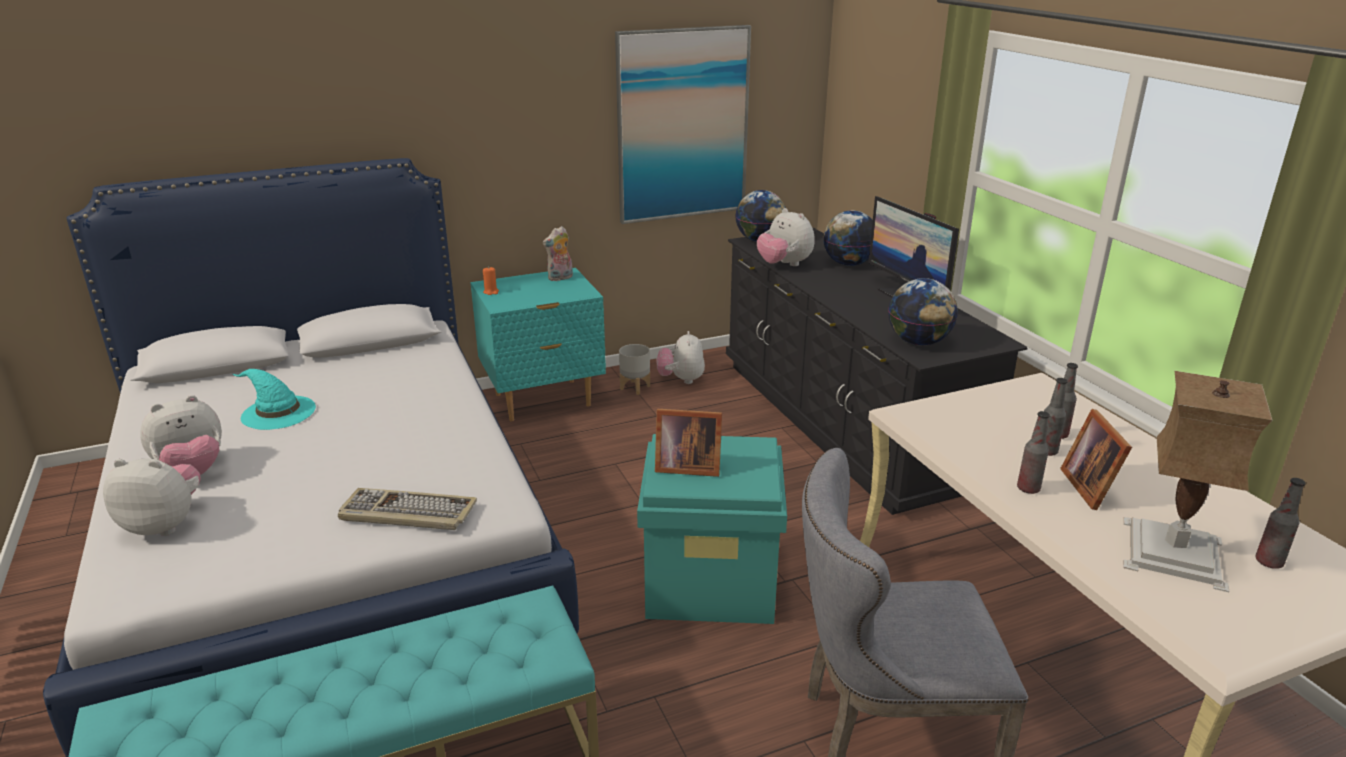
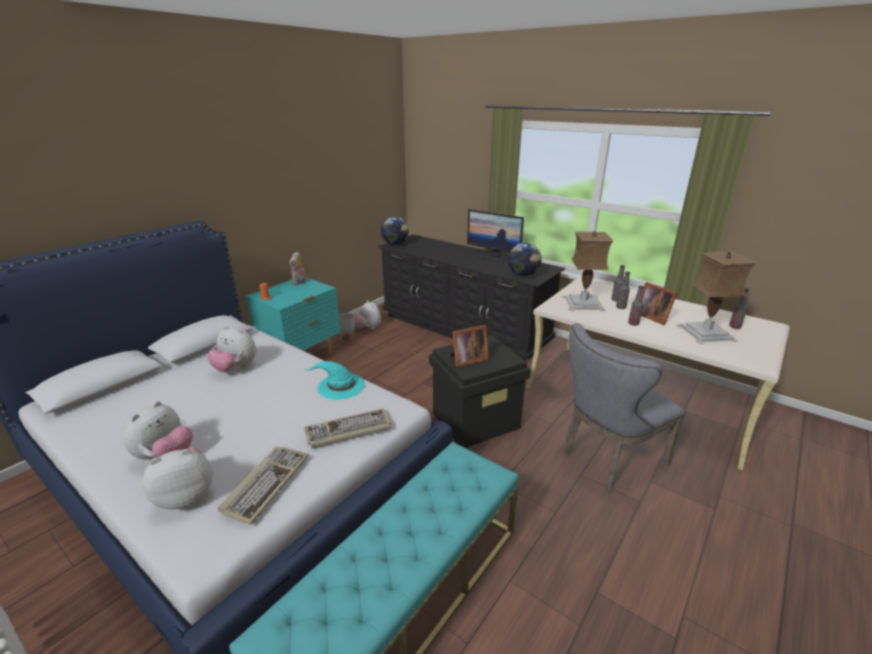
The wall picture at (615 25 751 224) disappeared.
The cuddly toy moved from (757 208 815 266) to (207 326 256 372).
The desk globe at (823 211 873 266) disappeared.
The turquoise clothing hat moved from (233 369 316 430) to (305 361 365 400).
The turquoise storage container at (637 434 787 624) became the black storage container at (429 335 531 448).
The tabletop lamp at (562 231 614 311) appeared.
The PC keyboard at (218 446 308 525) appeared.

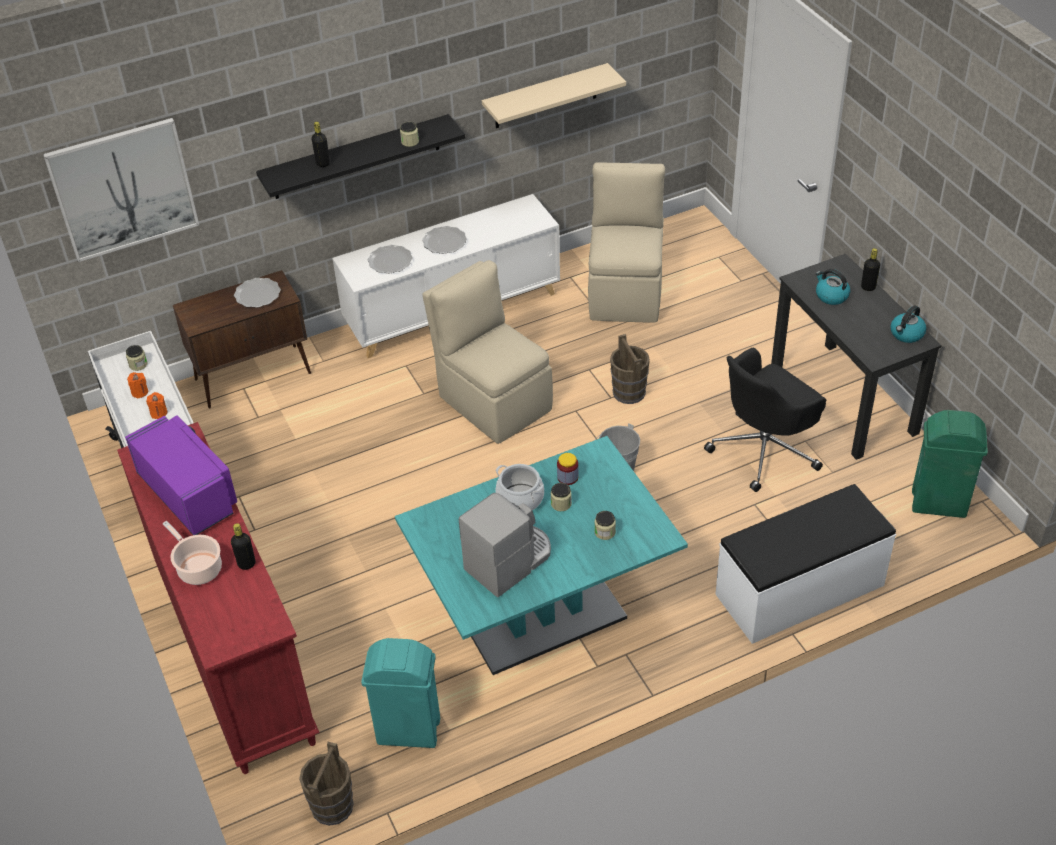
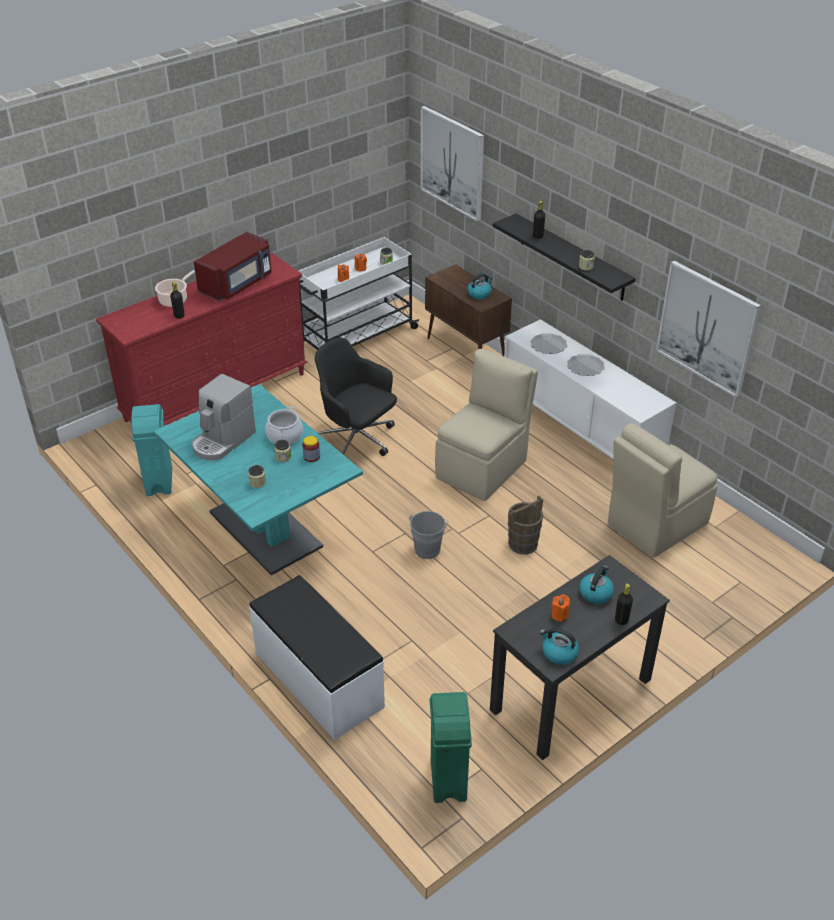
The beige-coloured shelf at (482 63 626 128) was replaced by the wall picture at (656 261 761 398).
The beige-coloured upright chair at (588 162 665 322) turned 150 degrees clockwise.
The flat dish at (234 278 281 308) was replaced by the water kettle at (467 273 493 299).
The black computer chair moved from (704 348 826 492) to (315 337 397 456).
The purple-coloured kitchen microwave at (125 415 237 535) became the reddish kitchen microwave at (194 232 272 301).
The coffee brewer at (459 493 551 597) turned 90 degrees clockwise.
The brownish water bucket at (299 742 354 826) disappeared.
The orange wax candle at (551 594 570 622) appeared.

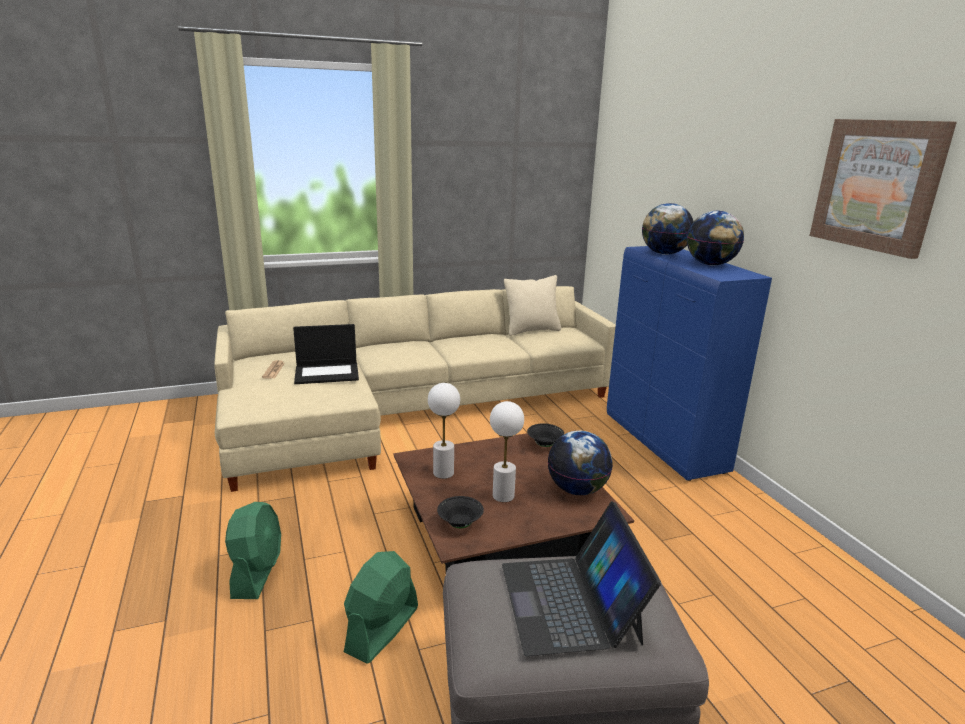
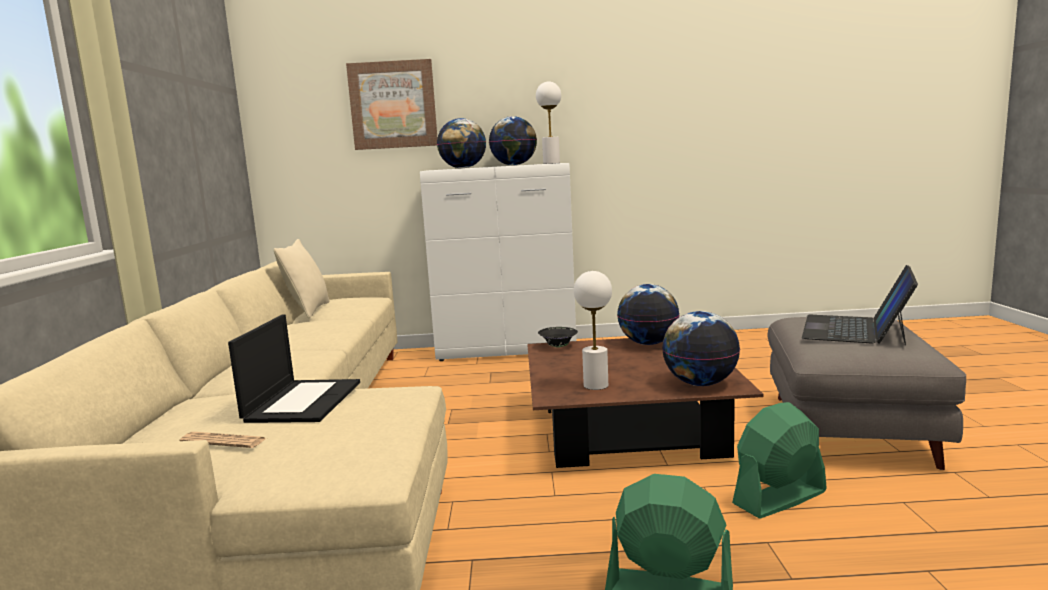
The wall picture moved from (809 119 957 259) to (346 59 437 150).
The blue cupboard at (607 246 772 481) became the white cupboard at (420 163 577 361).
The white tabletop lamp moved from (490 401 524 502) to (536 82 561 164).
The black serving bowl at (437 496 484 528) was replaced by the desk globe at (662 311 740 386).
The portable computer at (502 501 661 656) turned 105 degrees clockwise.
The green-coloured electric fan at (344 551 418 664) turned 105 degrees clockwise.

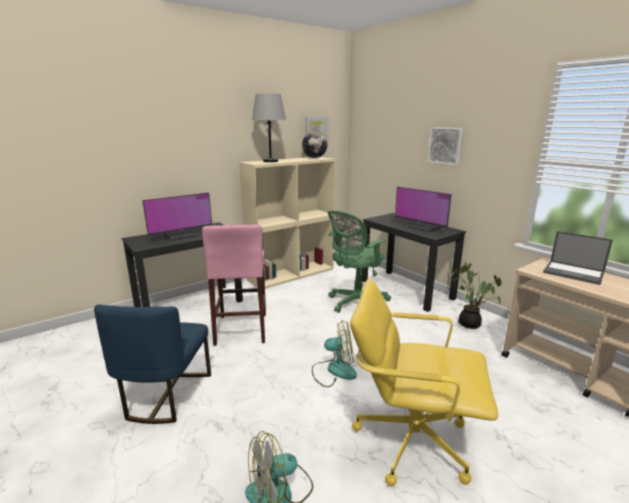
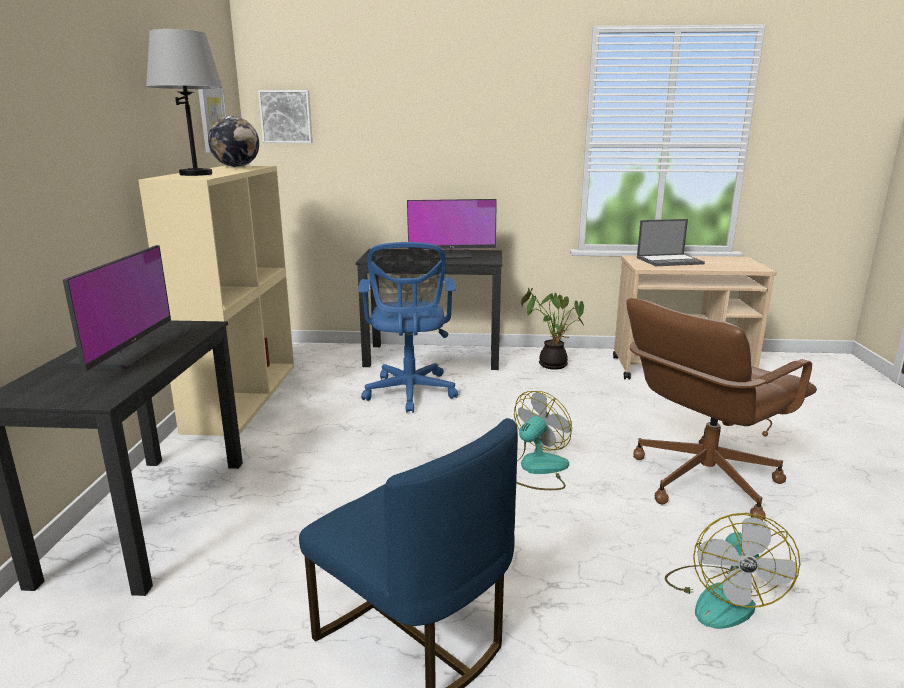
The wall picture moved from (428 127 463 165) to (258 90 313 143).
The green-coloured computer chair at (328 210 391 313) became the blue computer chair at (358 242 458 413).
The pink stool seat at (202 224 266 346) disappeared.
The yellowish computer chair at (350 279 498 486) became the brownish computer chair at (626 298 817 521).

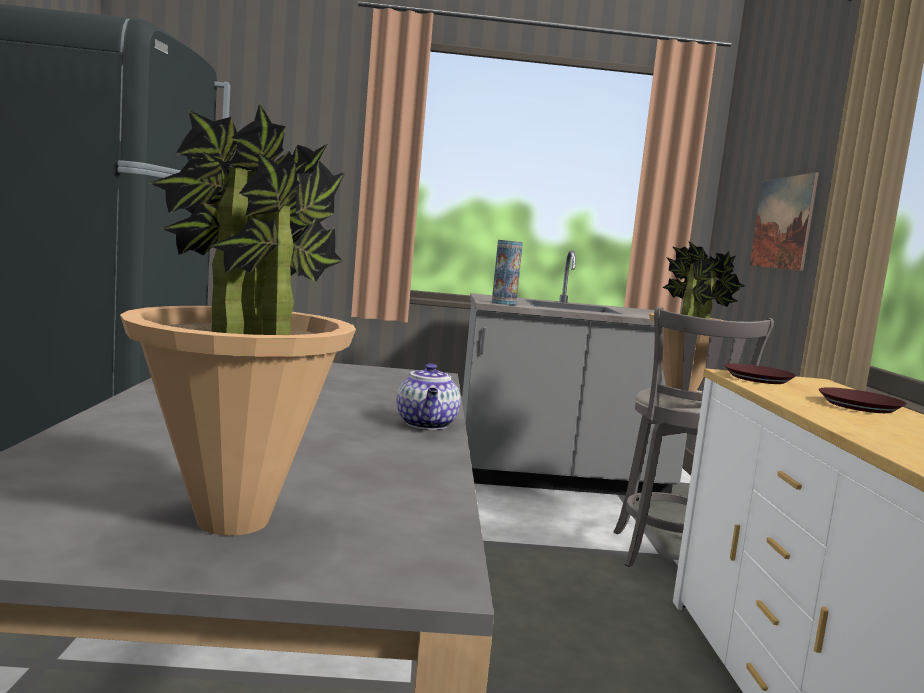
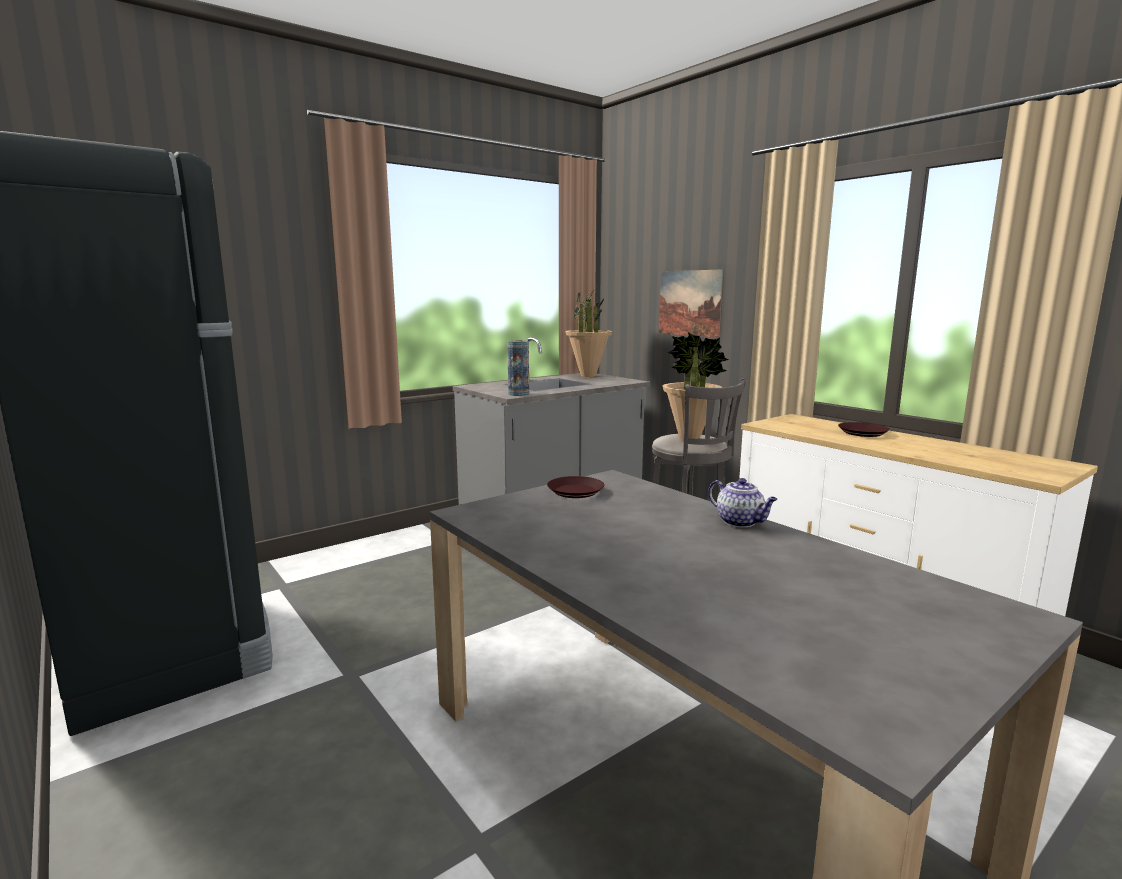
The plant in a pot moved from (120 103 356 535) to (565 289 612 377).
The brownish flat dish moved from (724 364 797 384) to (547 476 604 498).

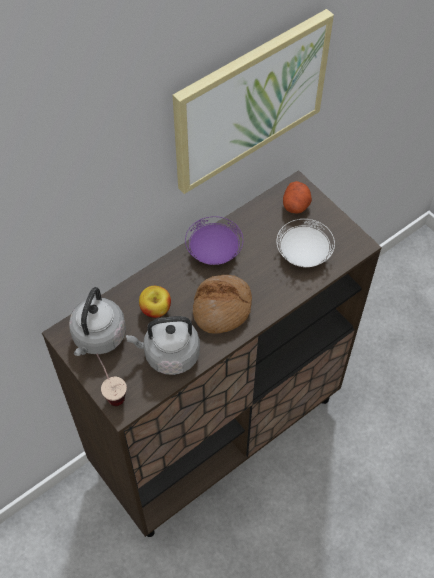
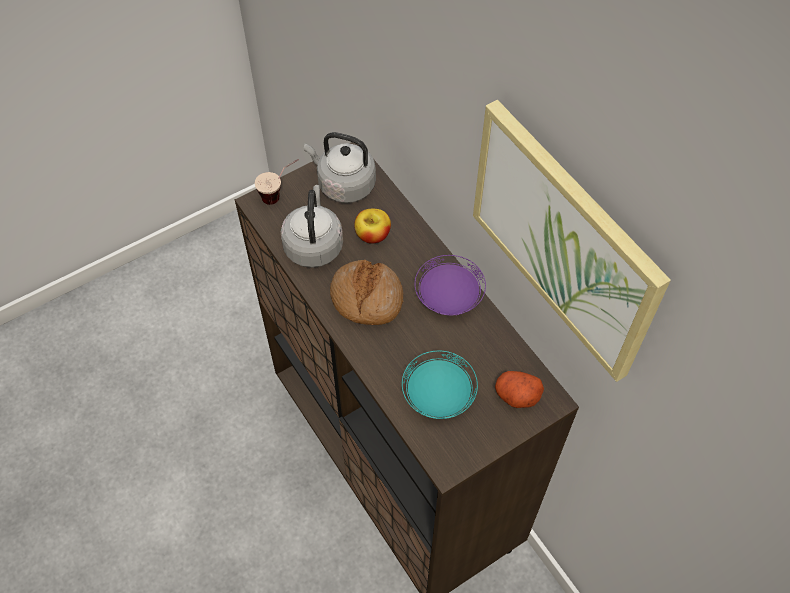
The white flat dish at (276 219 335 267) became the turquoise flat dish at (402 351 478 419).

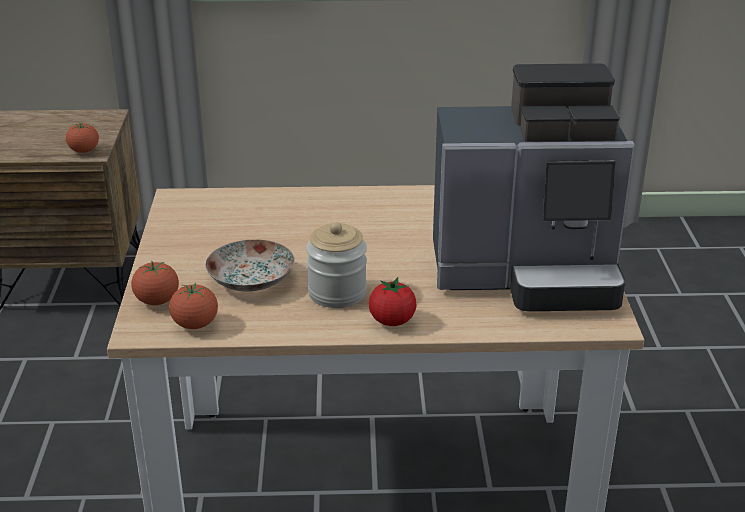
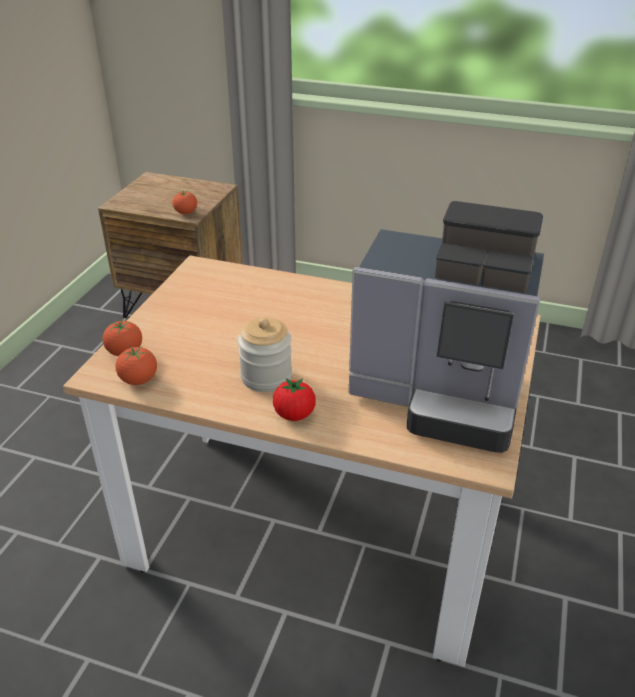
The flat dish at (205 240 295 292) disappeared.

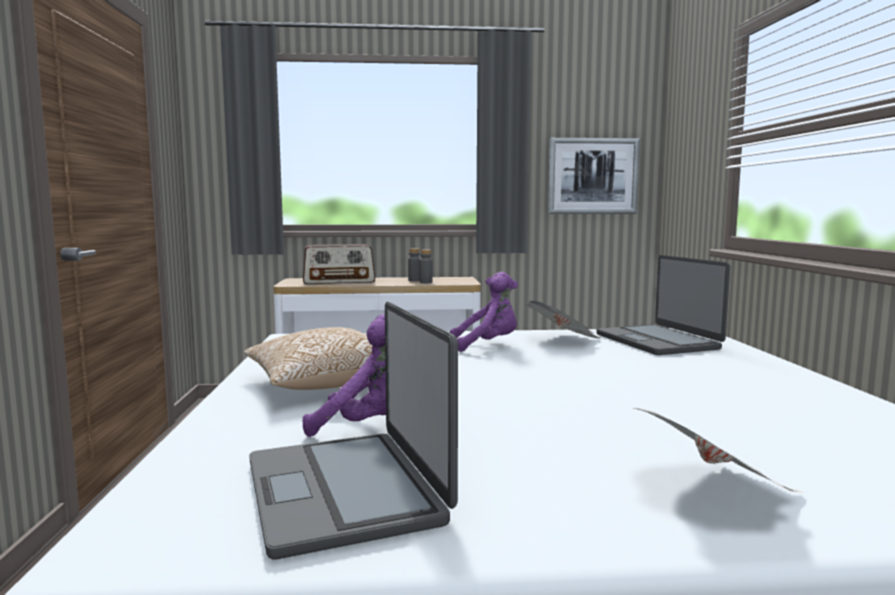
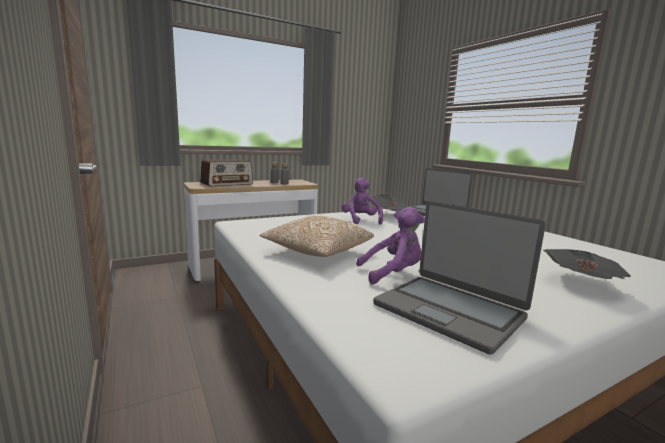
The wall picture at (548 138 640 214) disappeared.
The purple-coloured cuddly toy at (450 272 518 352) turned 75 degrees counterclockwise.

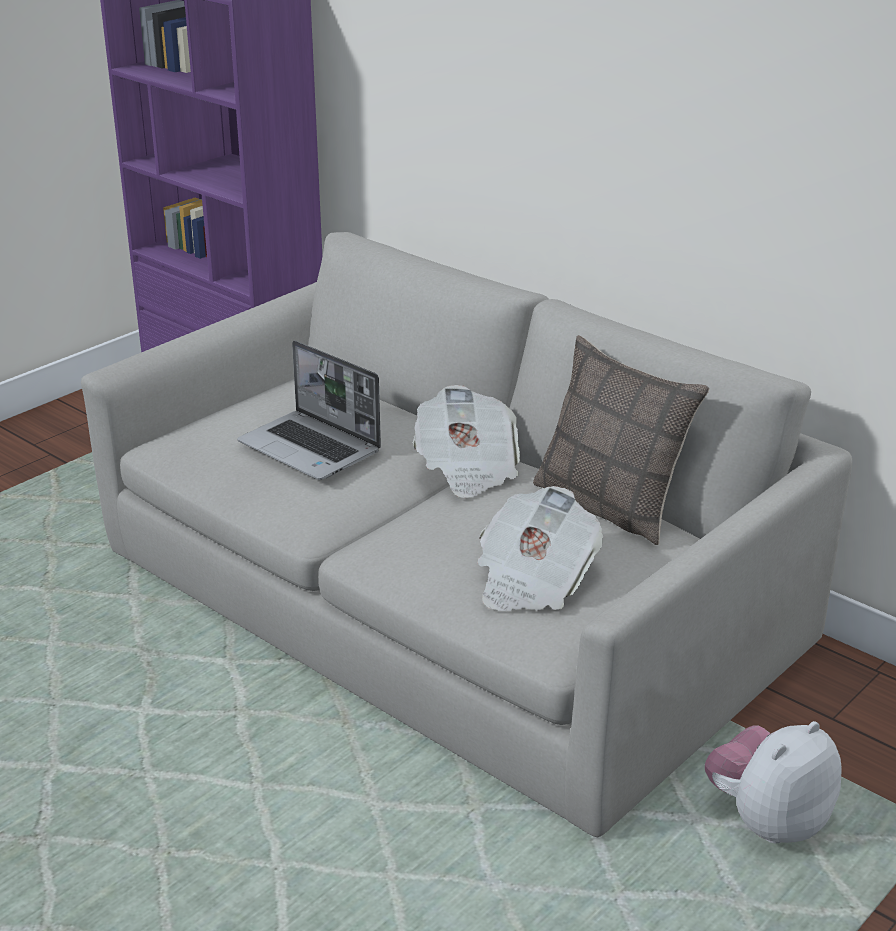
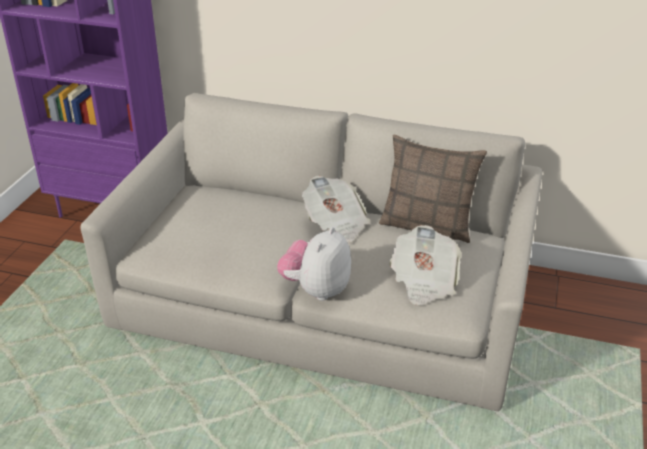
The portable computer at (237 341 381 480) disappeared.
The cuddly toy moved from (705 721 842 843) to (277 227 351 301).

